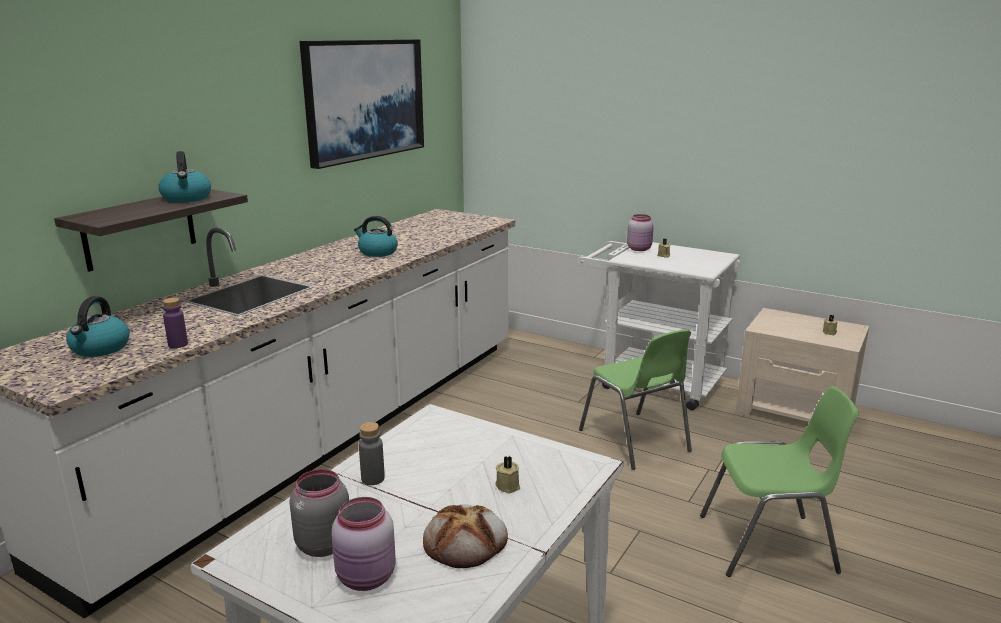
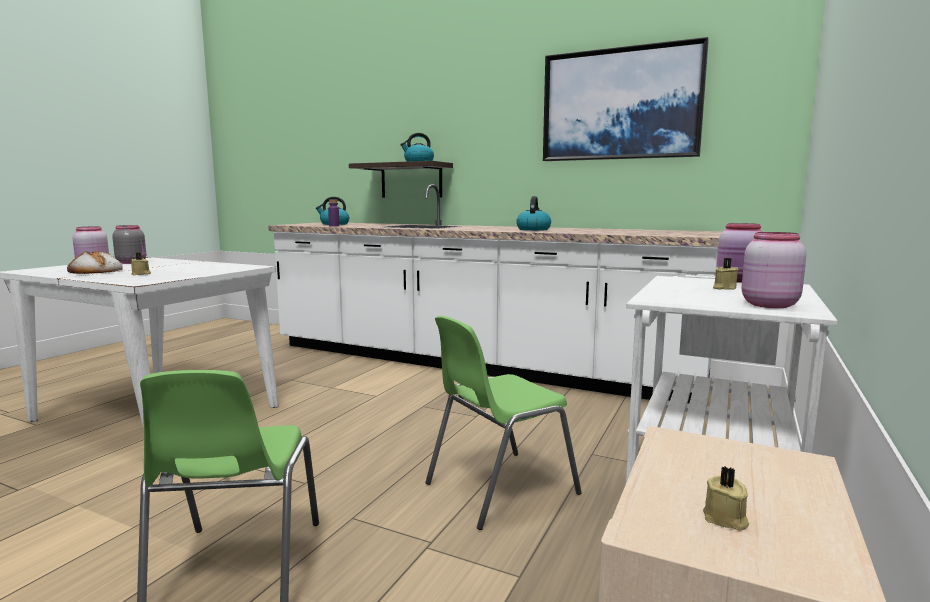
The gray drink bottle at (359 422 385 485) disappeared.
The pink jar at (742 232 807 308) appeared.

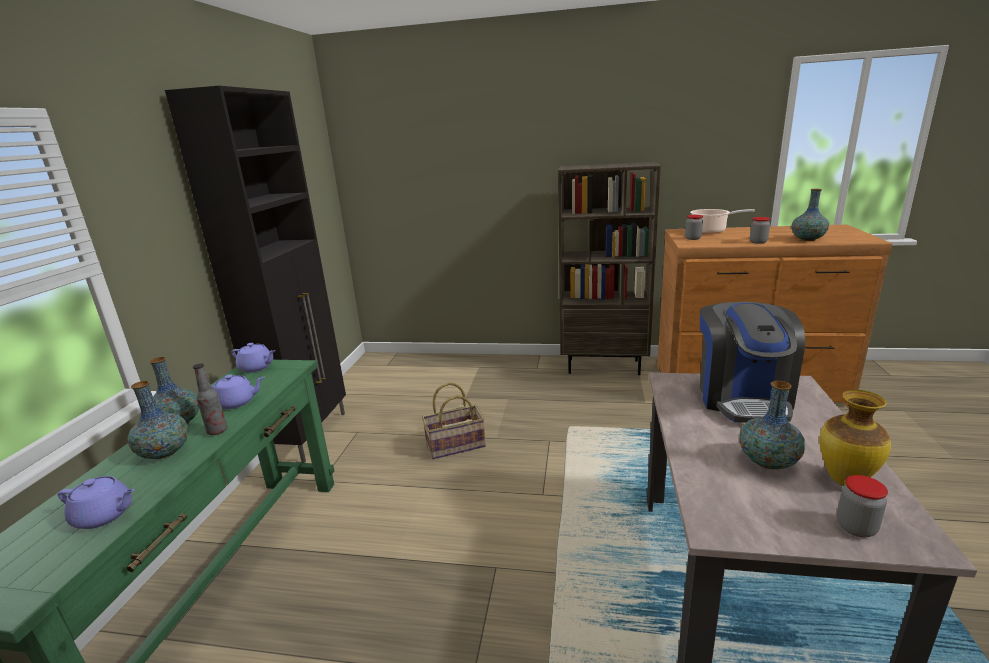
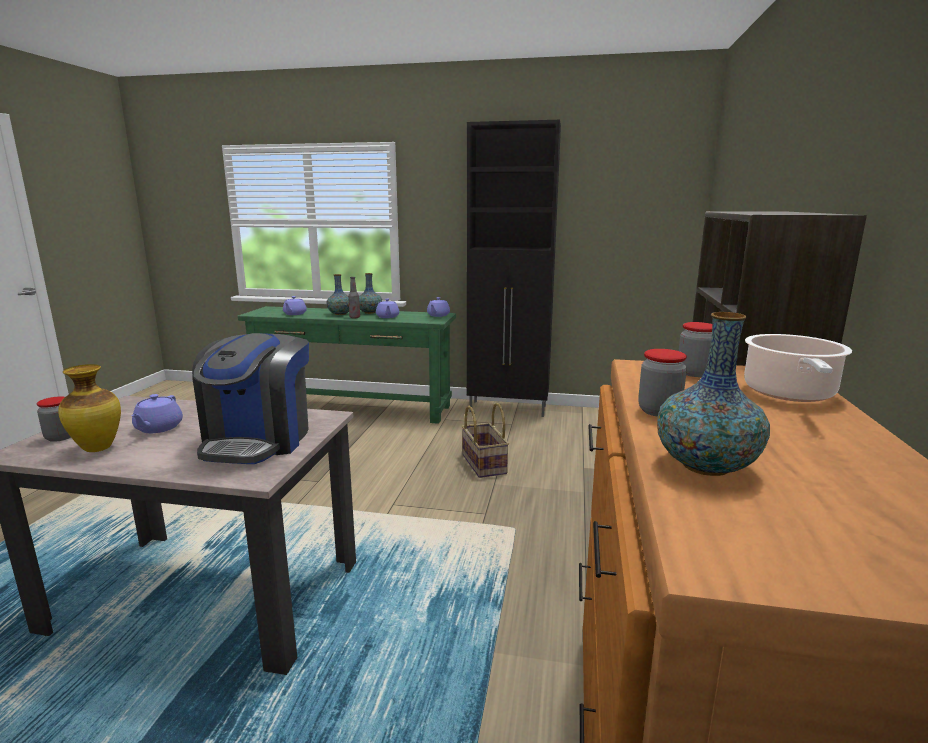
The coffee brewer at (700 302 805 423) turned 90 degrees counterclockwise.
The flower vase at (739 381 805 469) was replaced by the purple-coloured tea pot at (131 394 183 433).

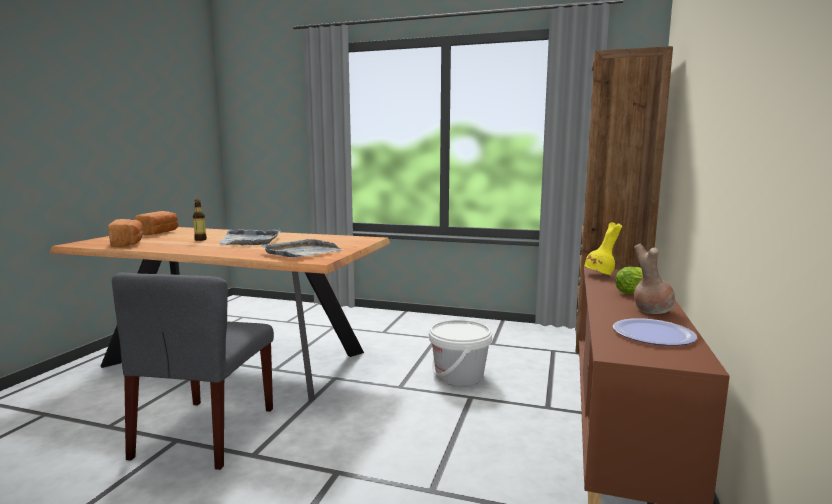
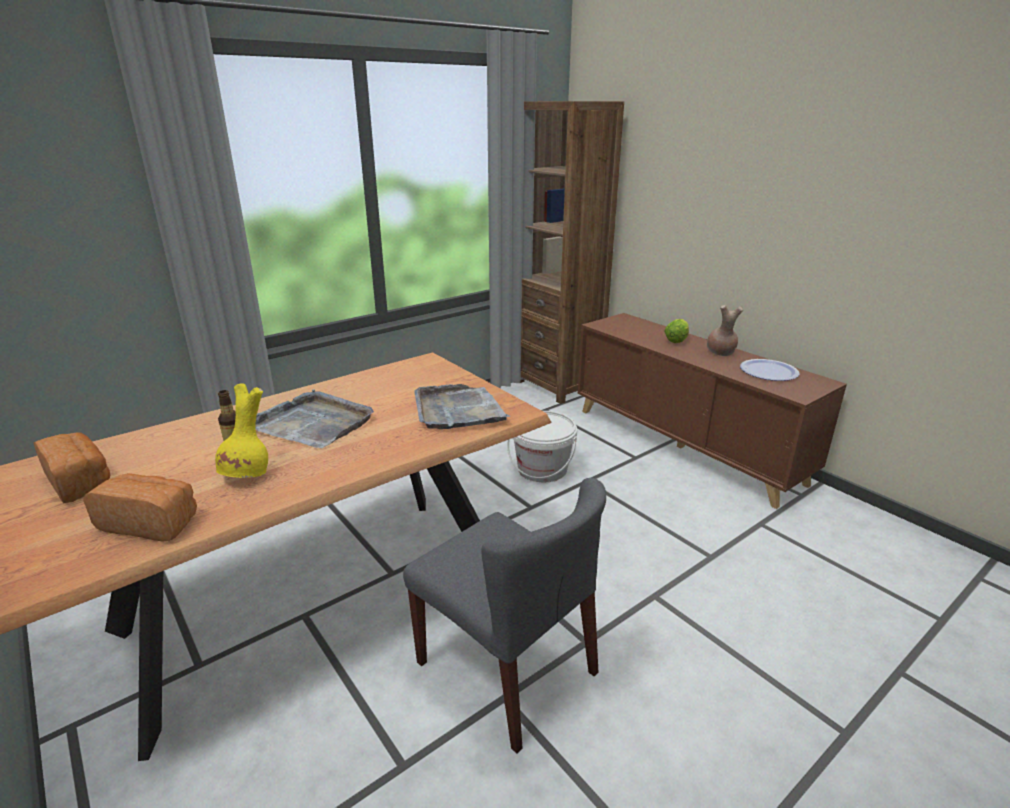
The yellowish flower vase moved from (585 222 622 275) to (215 383 268 478).

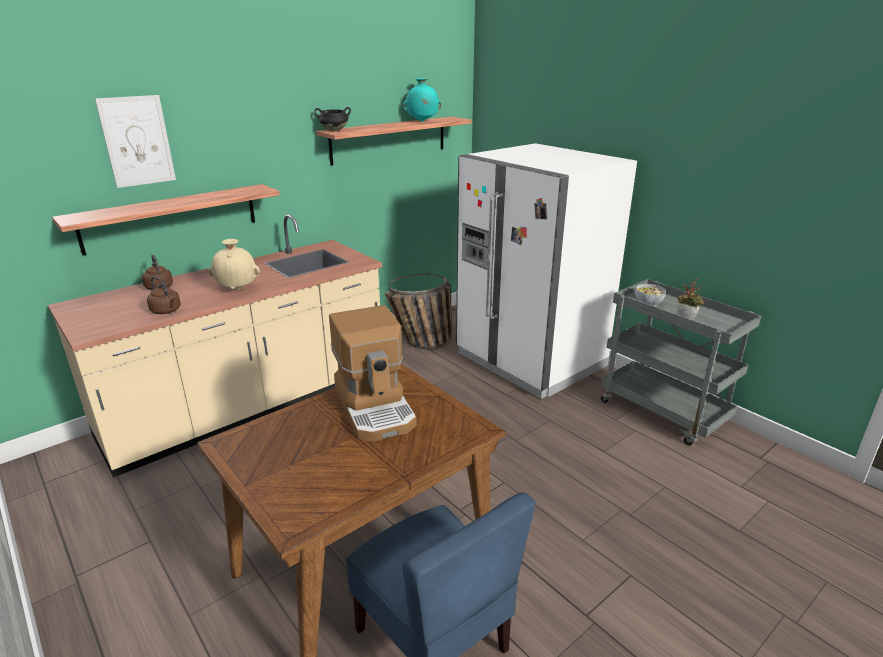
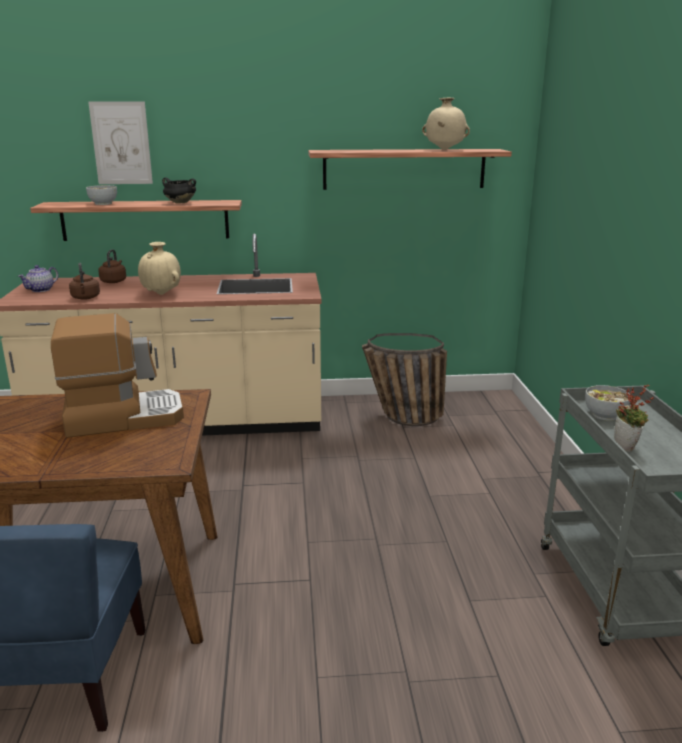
The turquoise flower vase at (403 78 441 122) became the beige-coloured flower vase at (422 98 470 150).
The black stockpot moved from (314 107 351 131) to (162 177 196 204).
The white kitchen fridge at (456 143 637 399) disappeared.
The coffee brewer at (329 305 417 442) turned 120 degrees counterclockwise.
The serving bowl at (86 185 117 205) appeared.
The tea pot at (18 265 58 292) appeared.

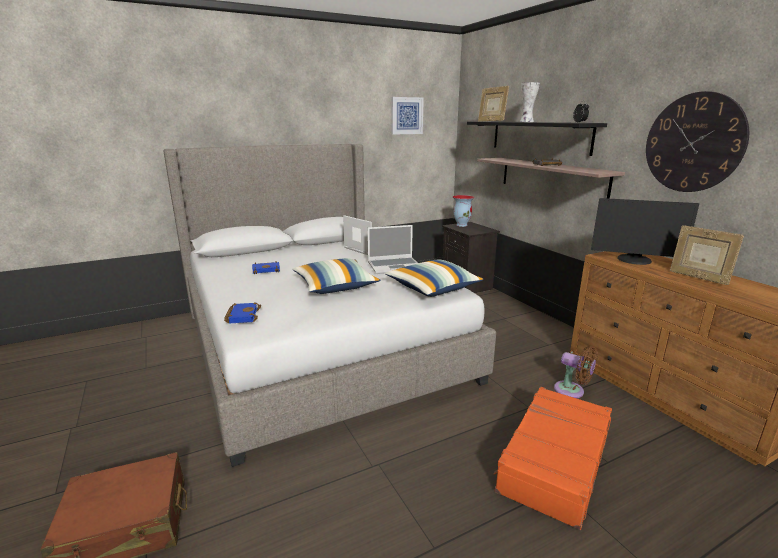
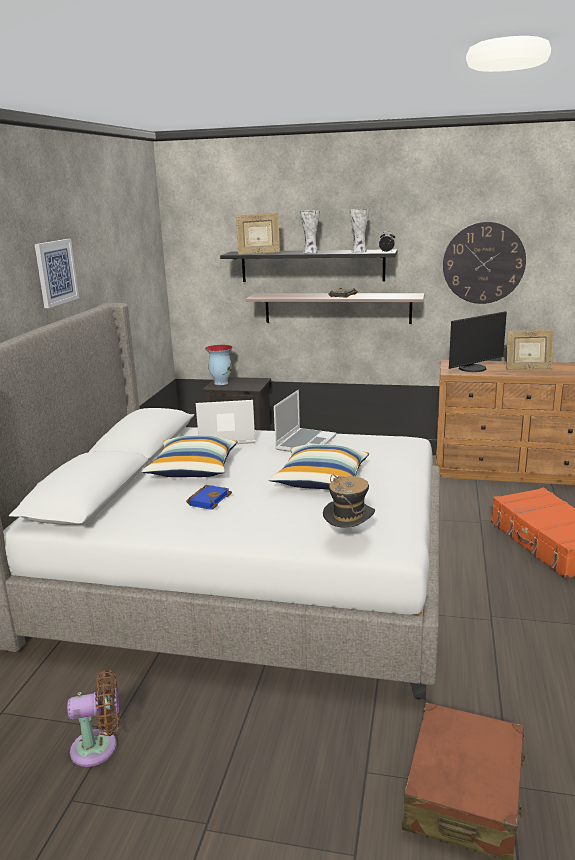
The wall picture moved from (392 97 424 135) to (35 239 79 308).
The pillow moved from (385 260 484 297) to (142 435 238 477).
The blue book at (224 302 261 323) was replaced by the clothing hat at (323 474 375 528).
The brownish electric fan moved from (554 346 598 398) to (67 670 120 767).
The flower vase at (349 209 369 253) appeared.

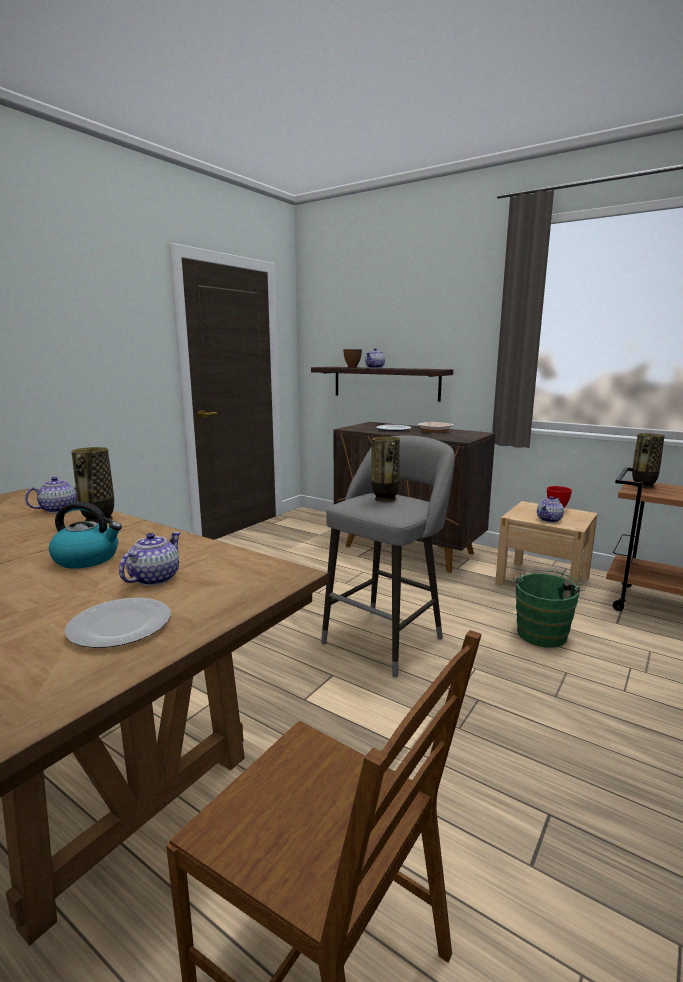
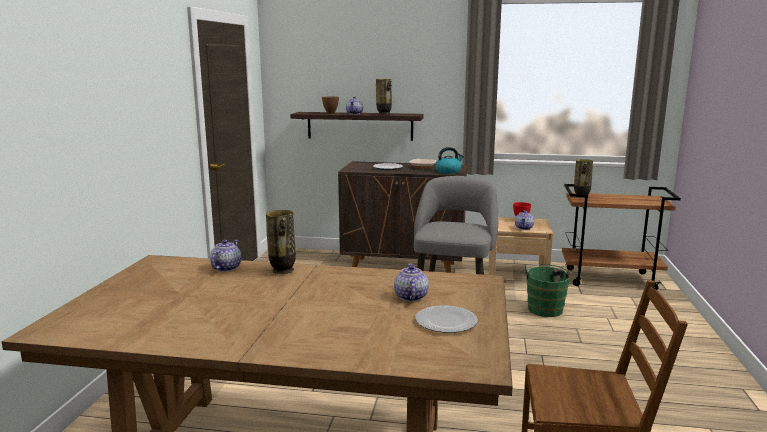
The flower vase moved from (371 437 400 502) to (376 79 392 115).
The water kettle moved from (49 501 122 569) to (435 147 464 174).

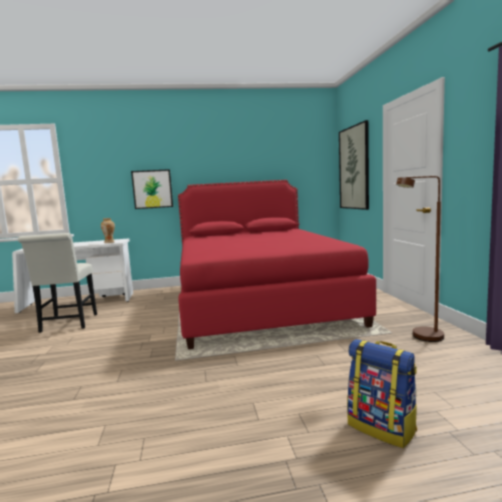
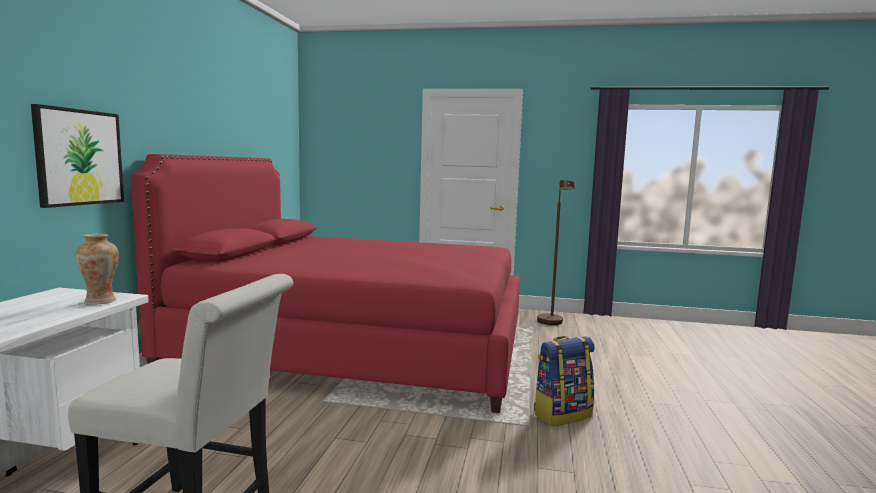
The wall picture at (339 120 369 210) disappeared.
The rucksack moved from (347 339 417 448) to (534 336 595 426).

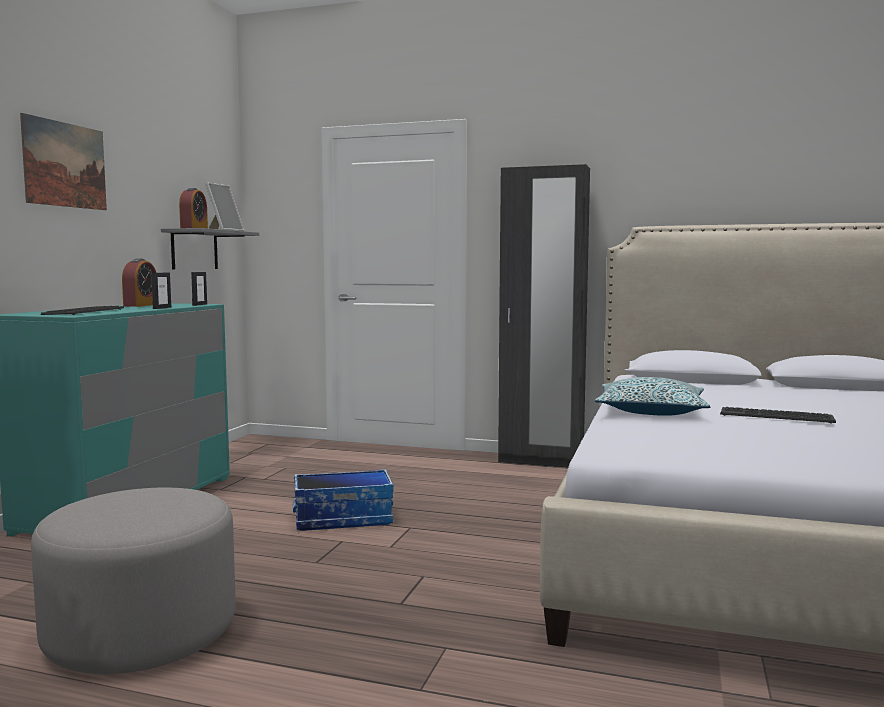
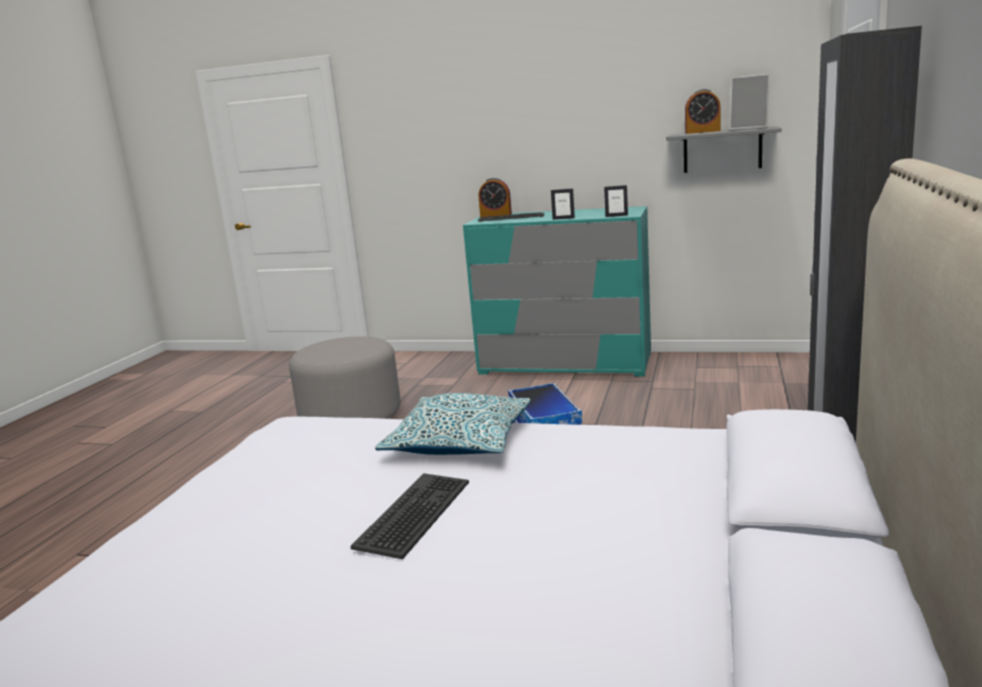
The wall picture at (20 113 107 210) disappeared.
The alarm clock moved from (122 258 156 307) to (479 177 512 217).

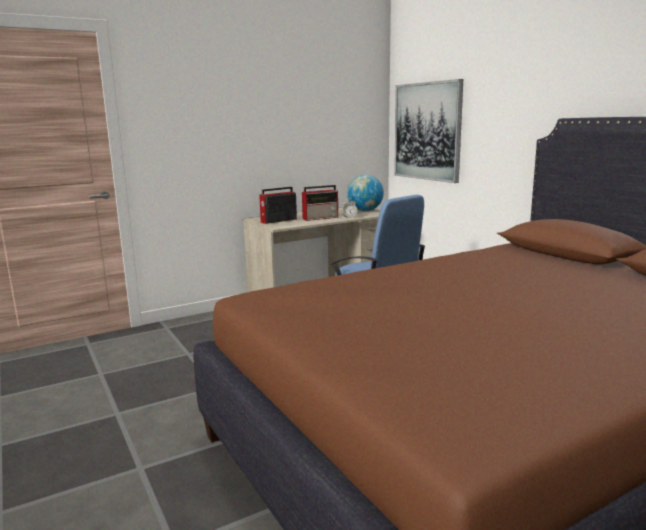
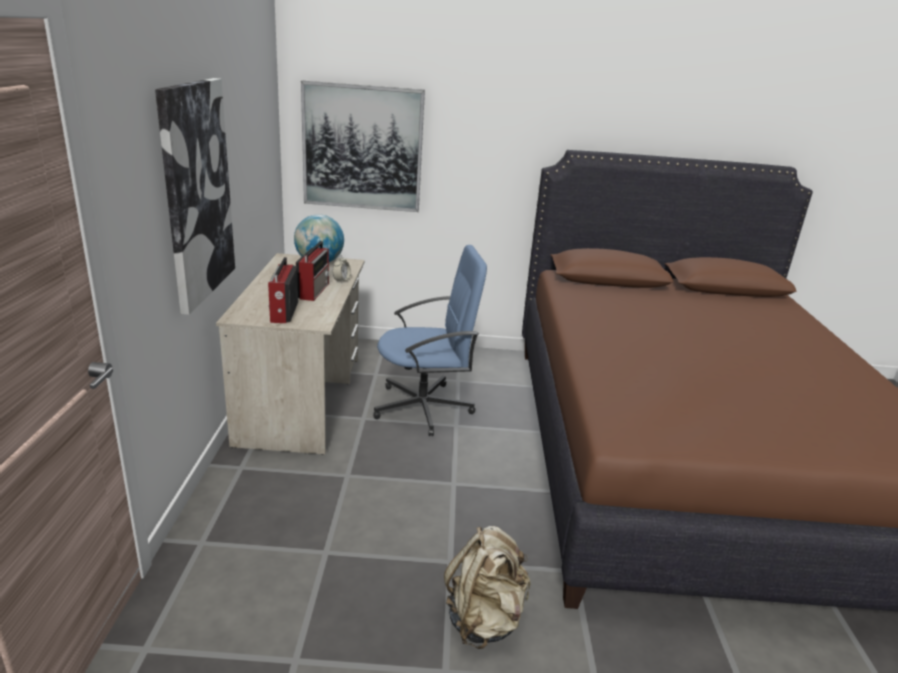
The wall picture at (155 78 235 315) appeared.
The beige-coloured rucksack at (444 526 531 649) appeared.

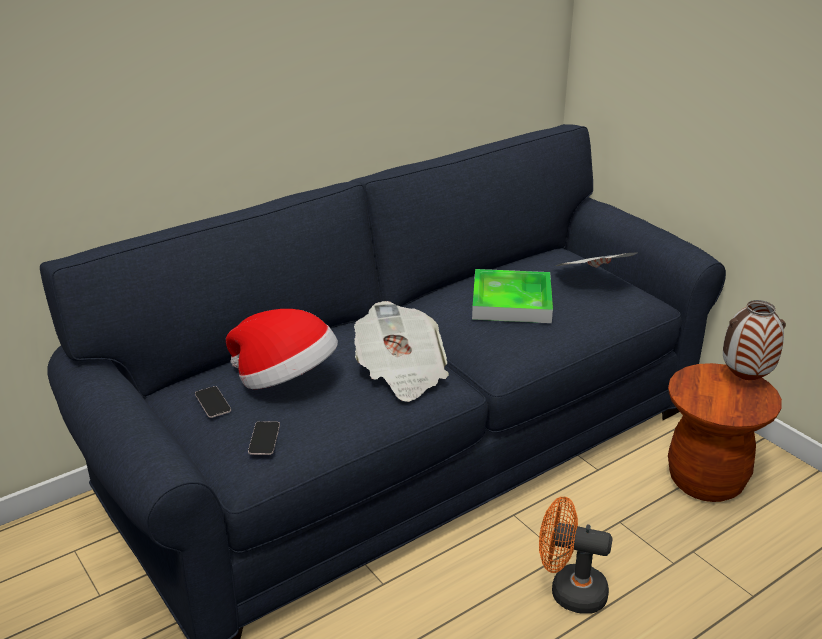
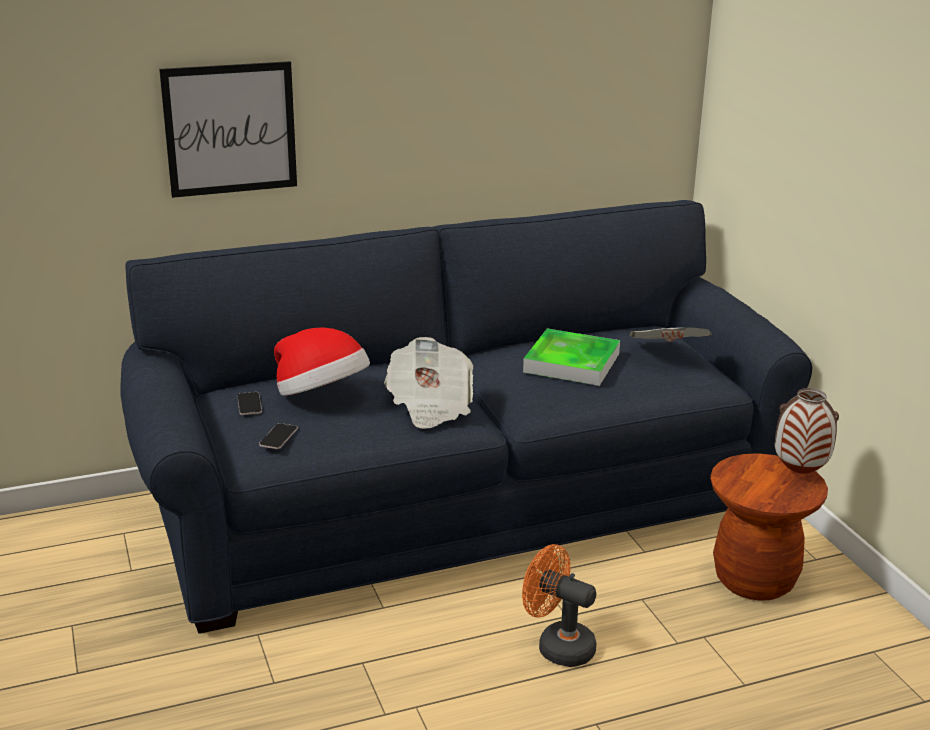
The wall picture at (159 61 297 198) appeared.

